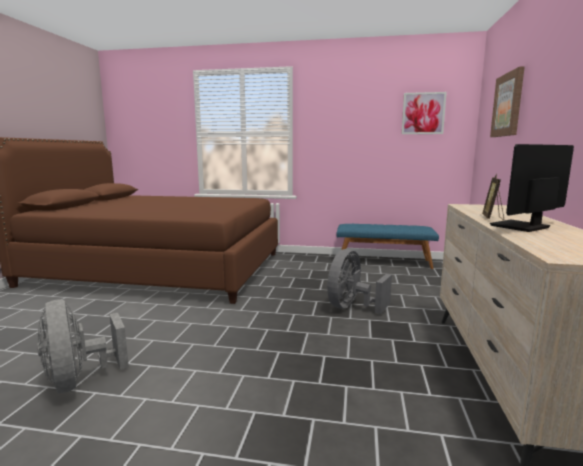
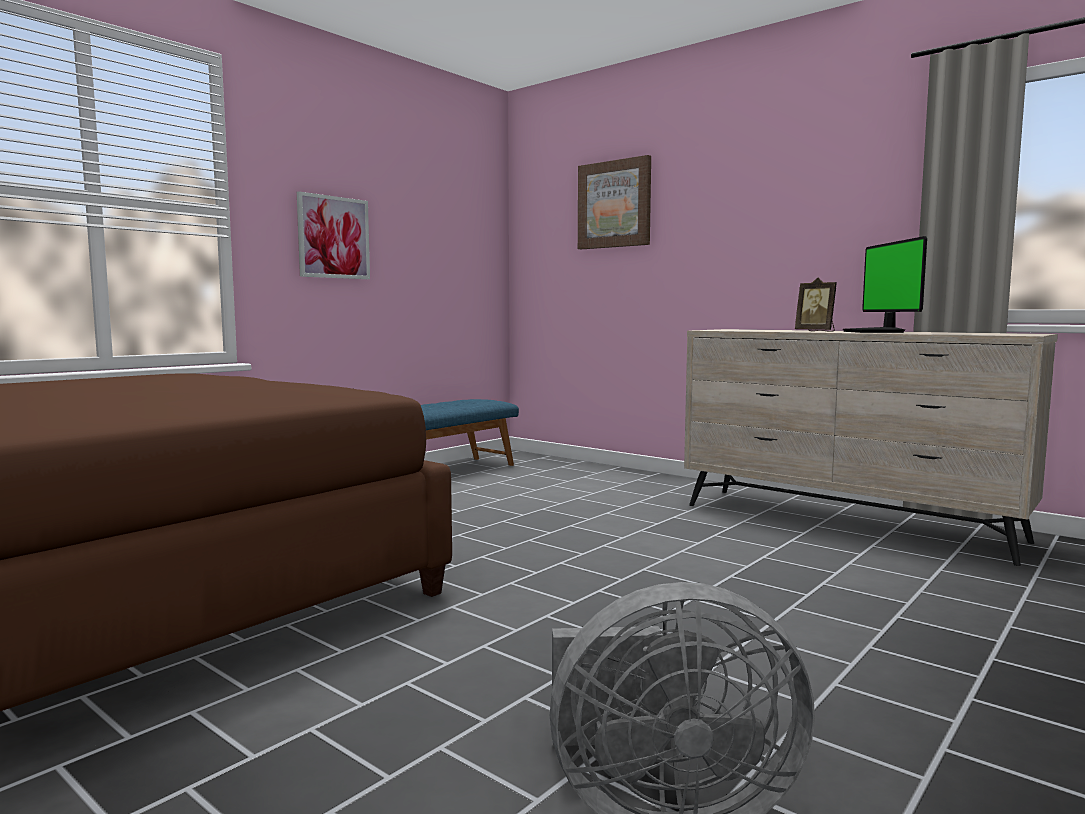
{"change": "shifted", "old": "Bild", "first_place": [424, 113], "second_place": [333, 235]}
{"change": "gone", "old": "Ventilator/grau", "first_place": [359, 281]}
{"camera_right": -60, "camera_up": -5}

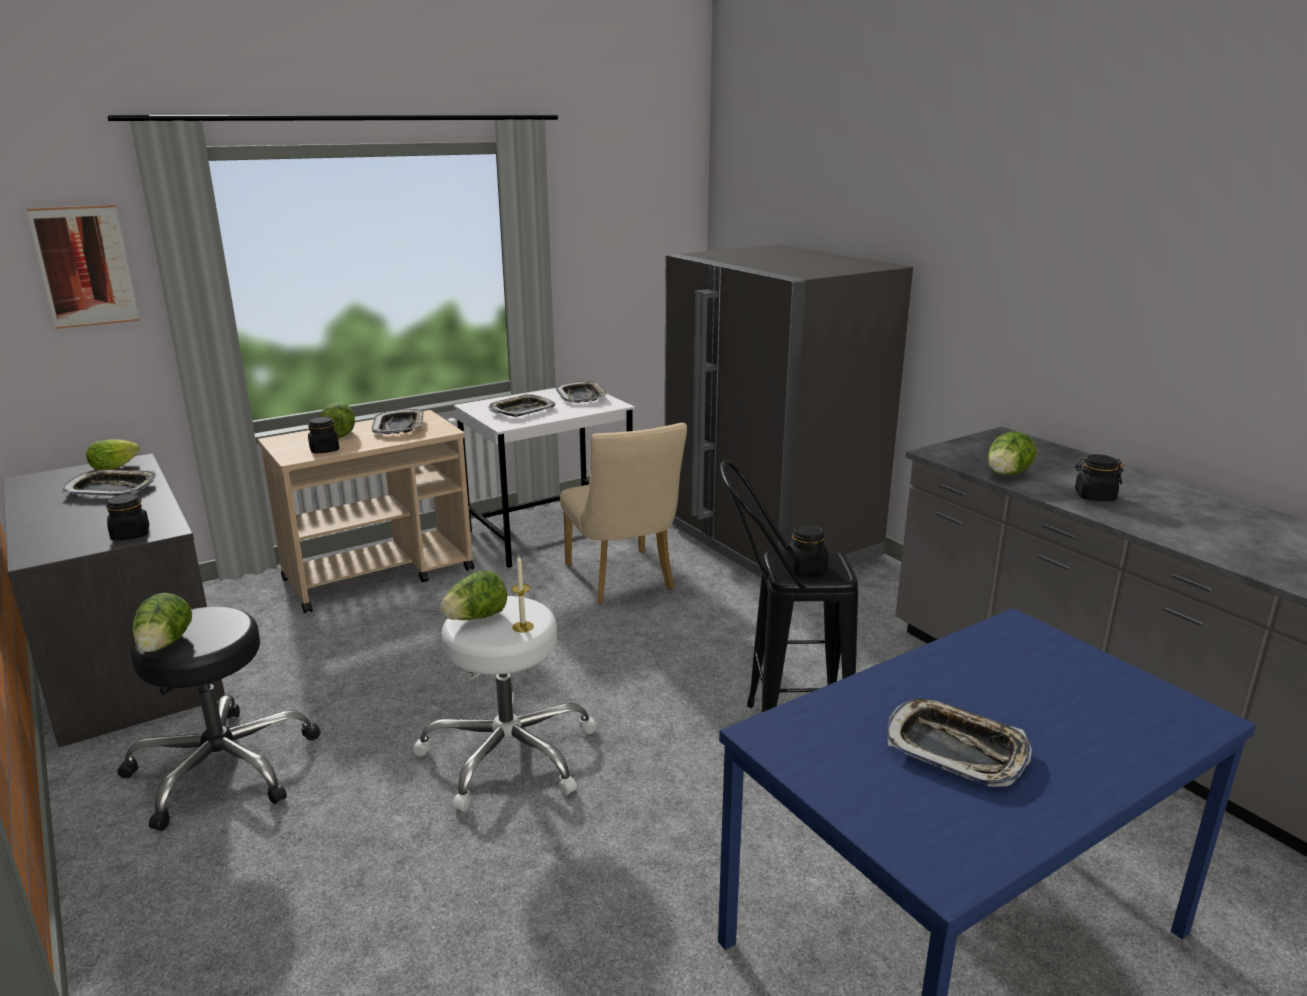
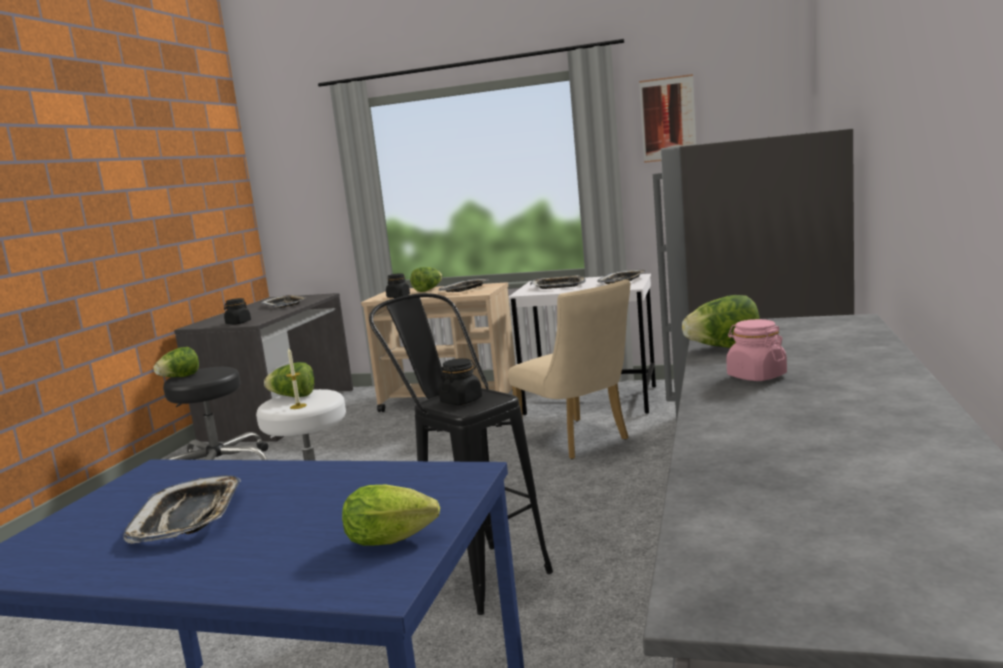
{"change": "shifted", "old": "Salatkopf", "first_place": [113, 454], "second_place": [391, 515]}
{"change": "rotated", "old": "Stuhl/beige", "first_place": [623, 513], "second_place": [569, 369], "degrees": -60}
{"change": "shifted", "old": "Bild", "first_place": [83, 267], "second_place": [667, 118]}
{"change": "repainted", "old": "Vorratsglas/schwarz", "new": "Vorratsglas/rosa", "first_place": [1099, 477], "second_place": [756, 350]}
{"camera_right": 50, "camera_up": -10}

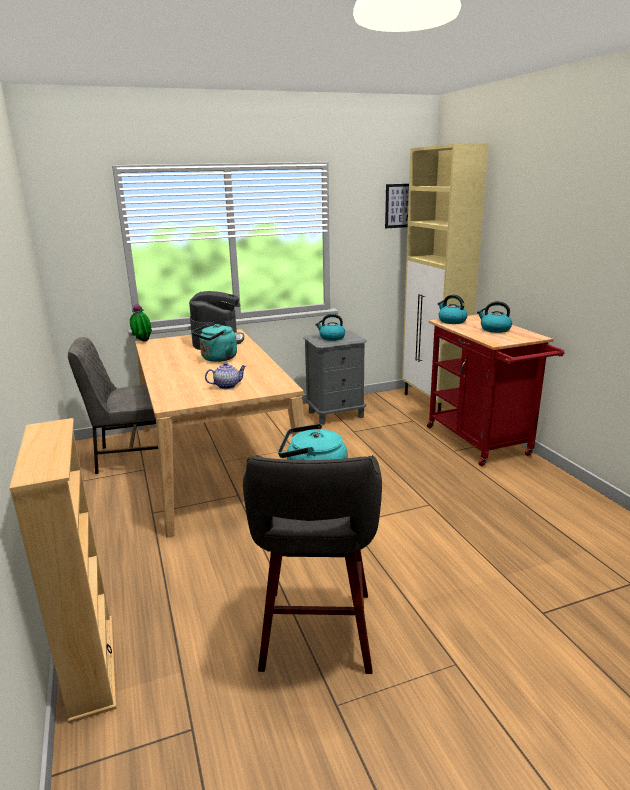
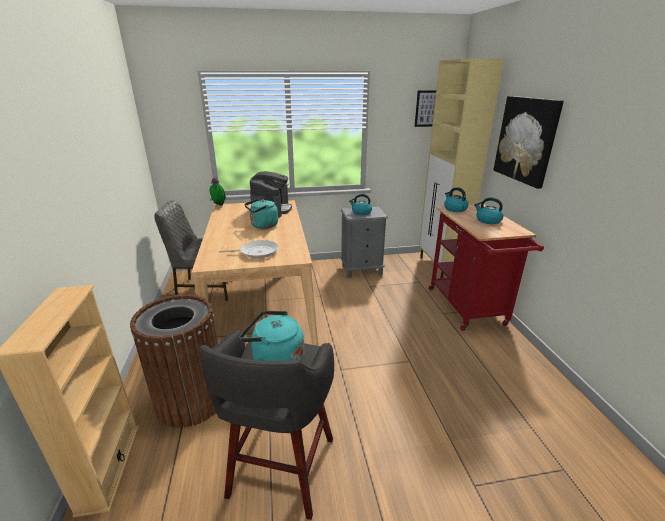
{"change": "new", "new": "Mülleimer/braun", "second_place": [174, 361]}
{"change": "swapped", "old": "Teekanne", "new": "Pfanne", "first_place": [225, 375], "second_place": [248, 249]}
{"change": "new", "new": "Bild", "second_place": [528, 142]}
{"camera_right": 10, "camera_up": 5}

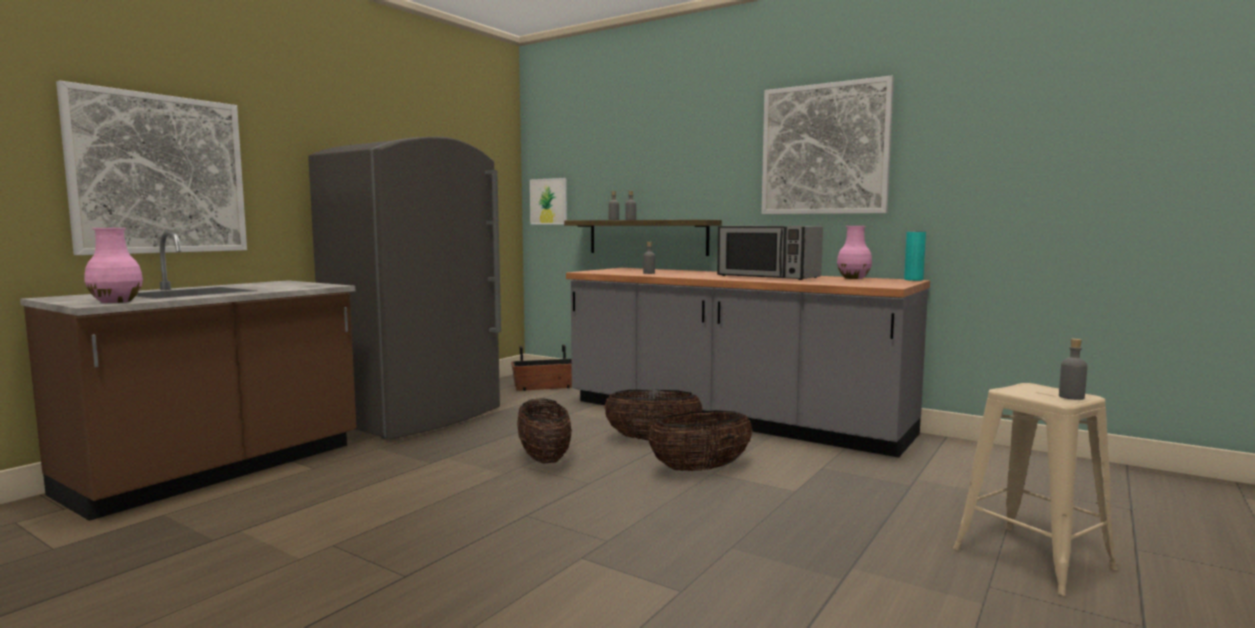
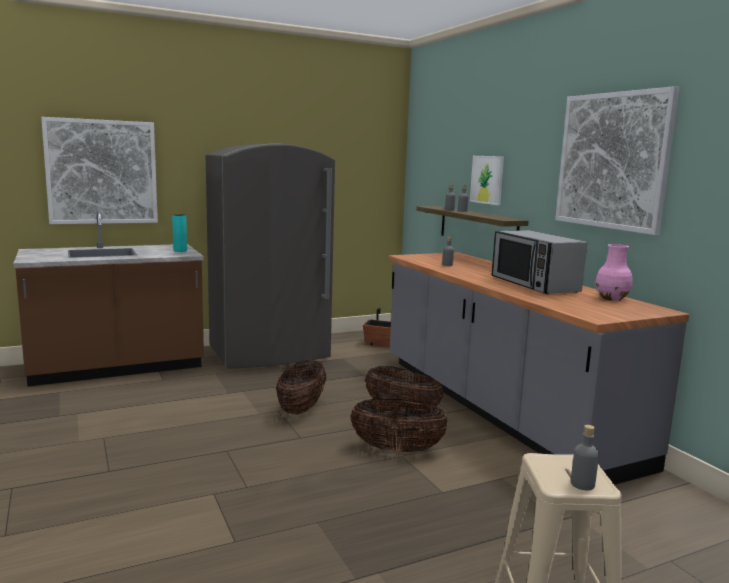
{"change": "shifted", "old": "Vase/türkis", "first_place": [915, 256], "second_place": [179, 233]}
{"change": "shifted", "old": "Bild", "first_place": [548, 201], "second_place": [487, 180]}
{"change": "gone", "old": "Vase/rosa", "first_place": [113, 265]}
{"camera_right": 30, "camera_up": 5}

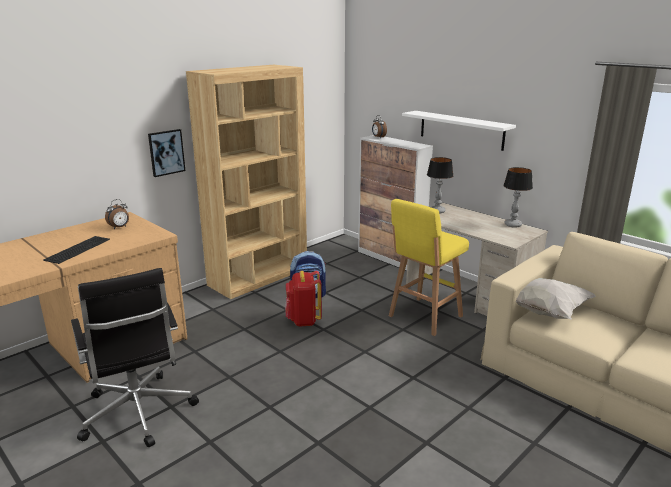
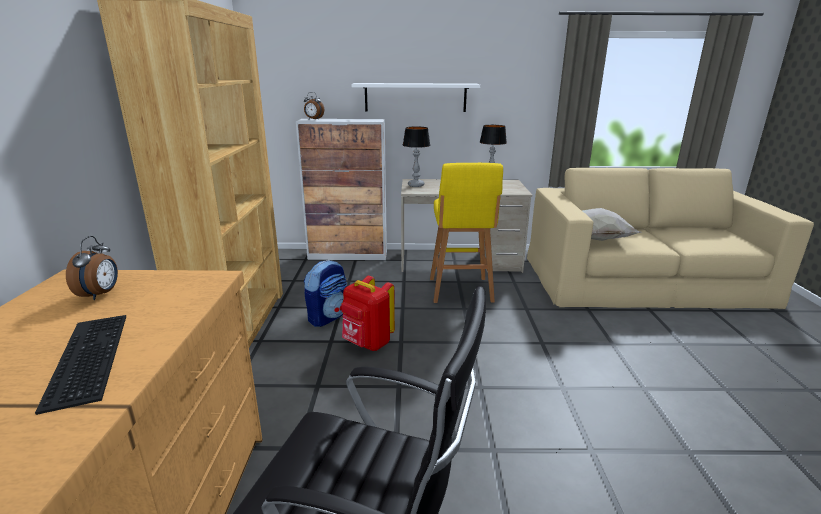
{"change": "gone", "old": "Bild", "first_place": [166, 153]}
{"camera_right": -45, "camera_up": 0}

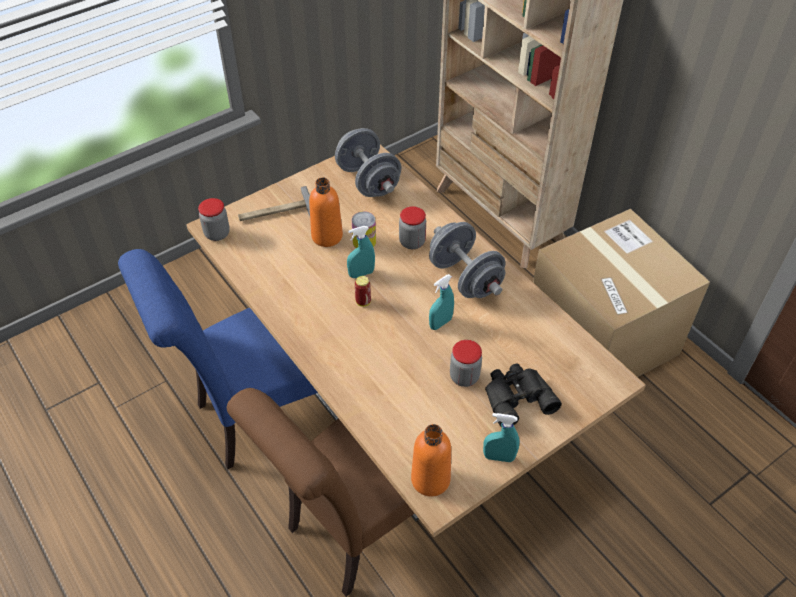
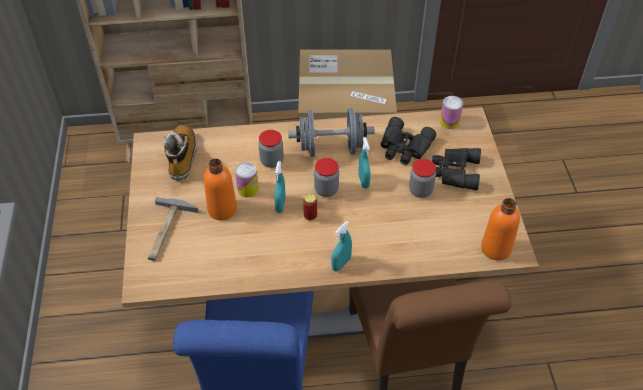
{"change": "swapped", "old": "Hantel/grau", "new": "Stiefel", "first_place": [368, 162], "second_place": [180, 153]}
{"change": "shifted", "old": "Vorratsglas", "first_place": [214, 219], "second_place": [326, 177]}
{"change": "shifted", "old": "Sprühflasche/türkis", "first_place": [501, 437], "second_place": [341, 246]}
{"change": "new", "new": "Fernglas/schwarz", "second_place": [408, 141]}
{"change": "new", "new": "Dose", "second_place": [451, 112]}
{"camera_right": -60, "camera_up": 0}

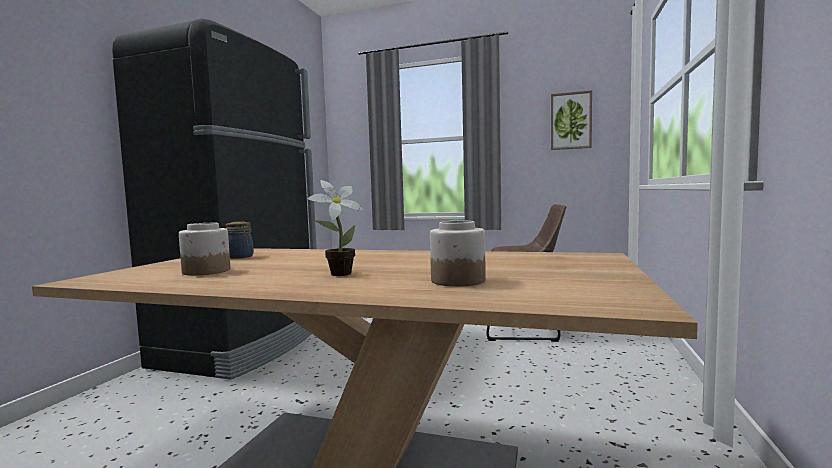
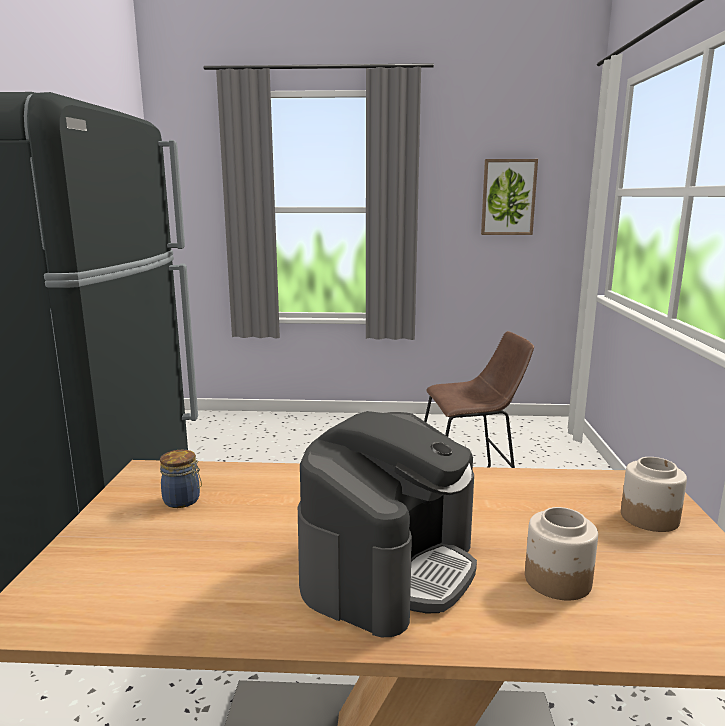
{"change": "swapped", "old": "Topfpflanze", "new": "Kaffeemaschine", "first_place": [335, 228], "second_place": [387, 524]}
{"change": "shifted", "old": "Vorratsglas", "first_place": [204, 249], "second_place": [654, 494]}
{"camera_right": -15, "camera_up": 10}

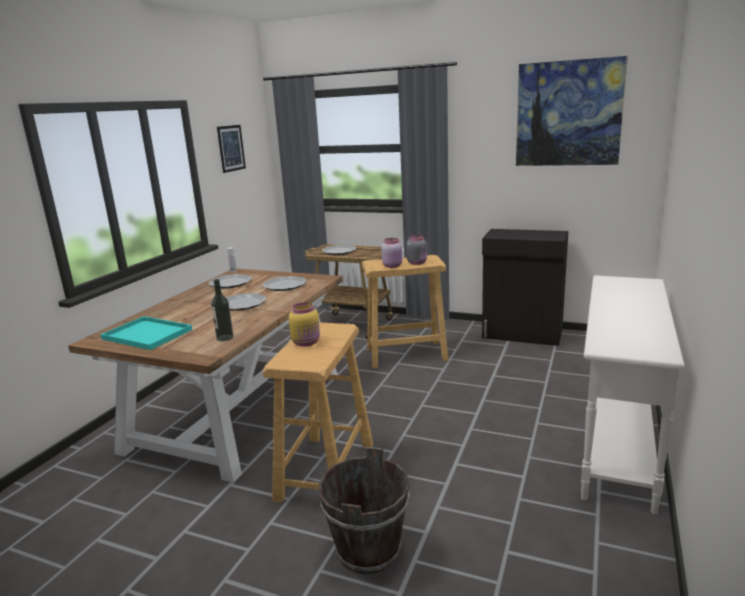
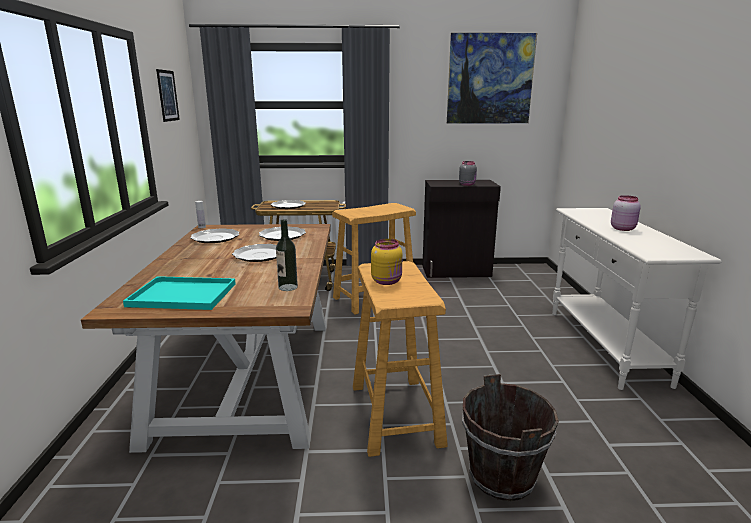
{"change": "shifted", "old": "Vorratsglas/grau", "first_place": [416, 250], "second_place": [468, 173]}
{"change": "shifted", "old": "Vorratsglas/rosa", "first_place": [391, 253], "second_place": [626, 213]}
{"camera_right": -25, "camera_up": 0}

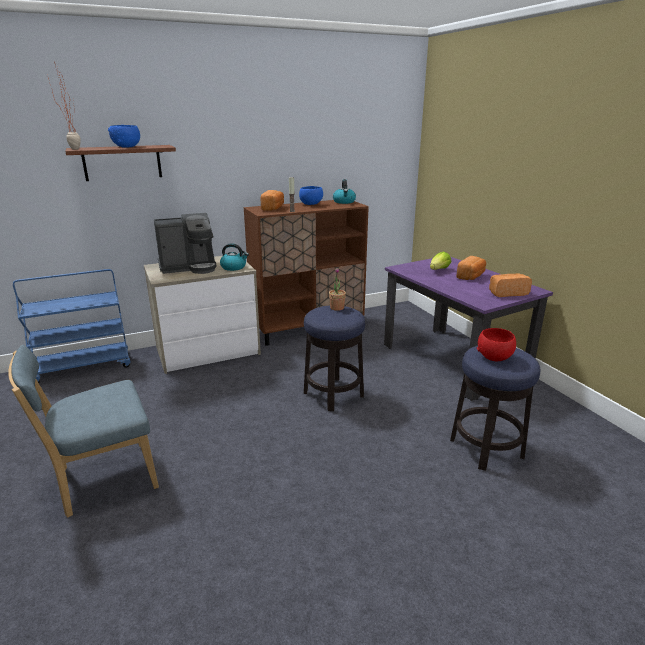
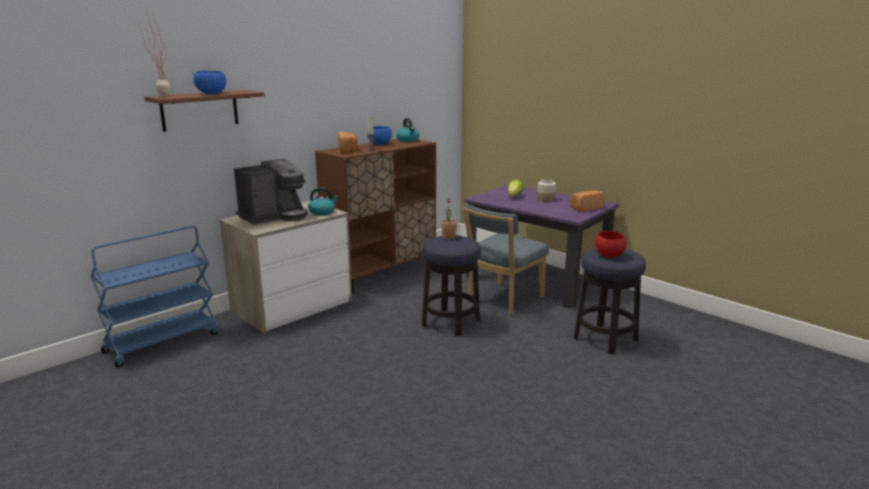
{"change": "shifted", "old": "Stuhl/blau", "first_place": [83, 431], "second_place": [506, 259]}
{"change": "swapped", "old": "Brot", "new": "Vorratsglas", "first_place": [471, 268], "second_place": [546, 190]}
{"camera_right": -20, "camera_up": -5}

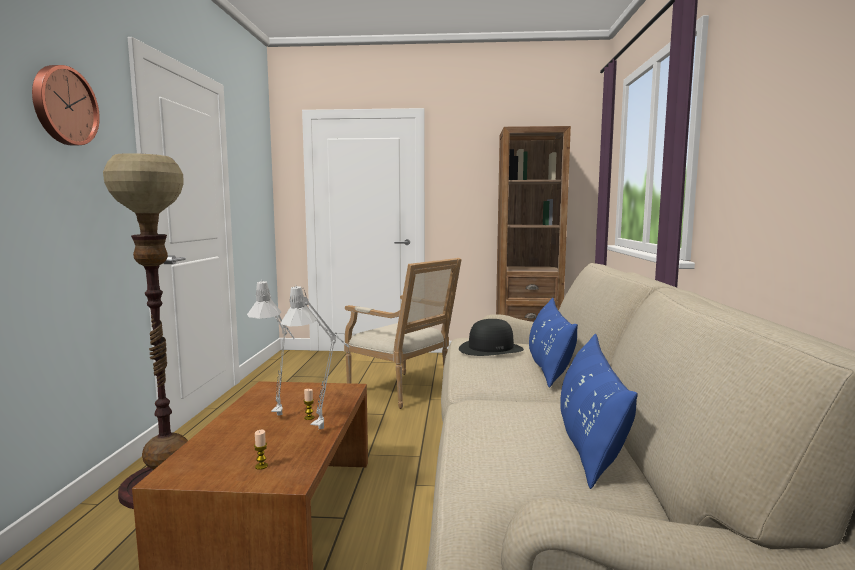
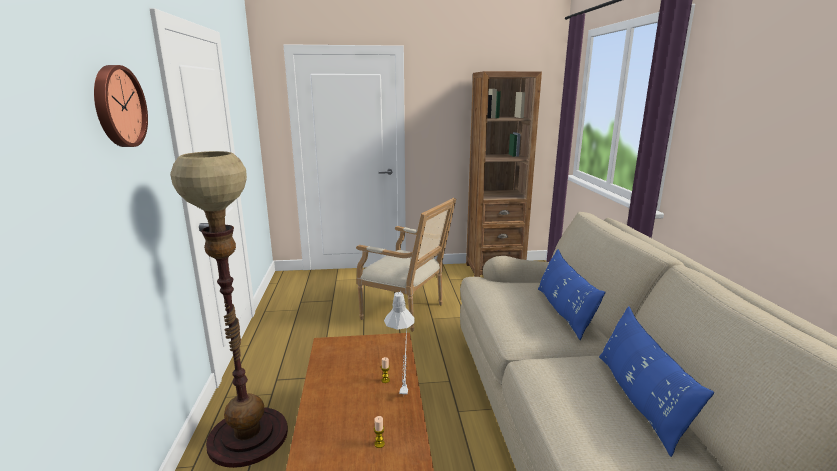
{"change": "gone", "old": "Tischlampe/grau", "first_place": [271, 350]}
{"change": "gone", "old": "Hut/schwarz", "first_place": [491, 337]}
{"camera_right": -10, "camera_up": 10}

